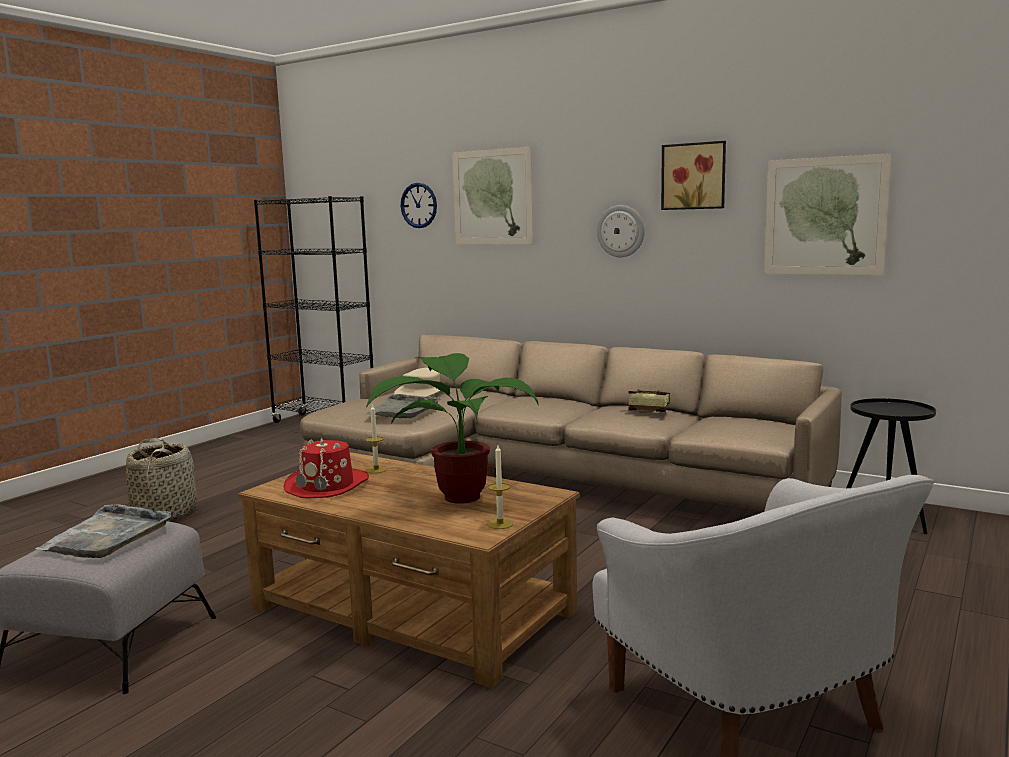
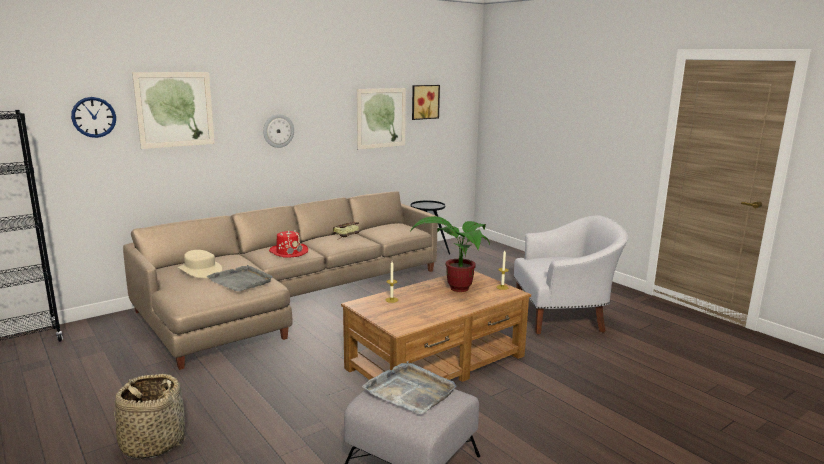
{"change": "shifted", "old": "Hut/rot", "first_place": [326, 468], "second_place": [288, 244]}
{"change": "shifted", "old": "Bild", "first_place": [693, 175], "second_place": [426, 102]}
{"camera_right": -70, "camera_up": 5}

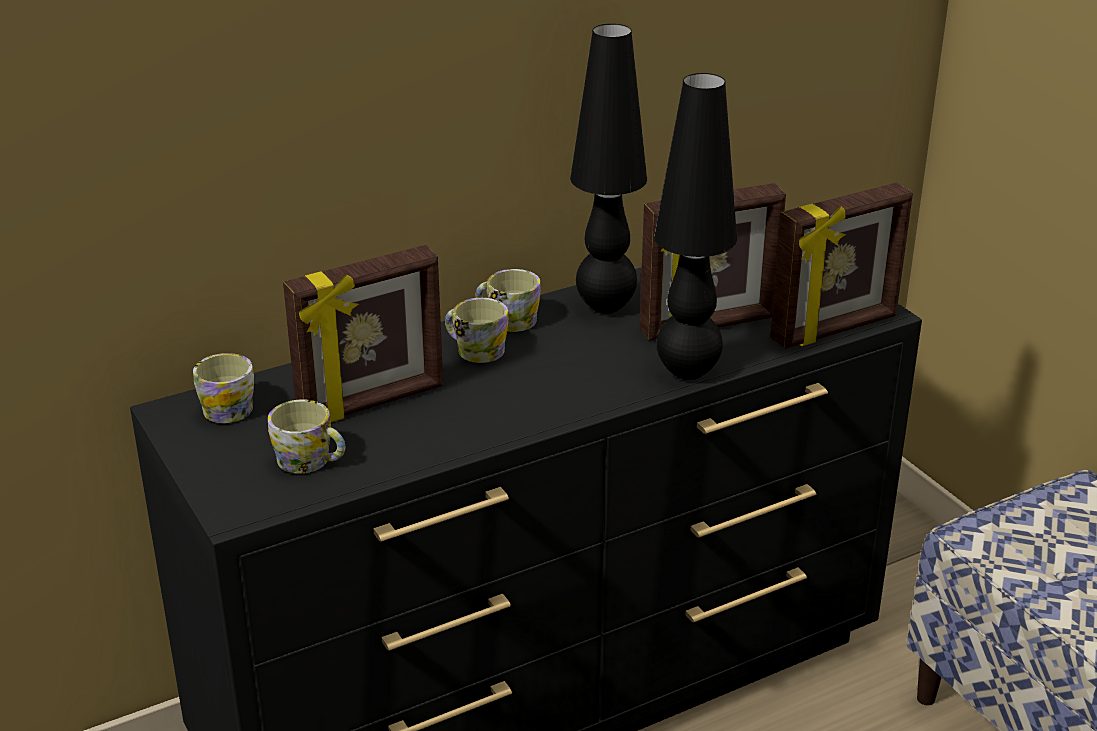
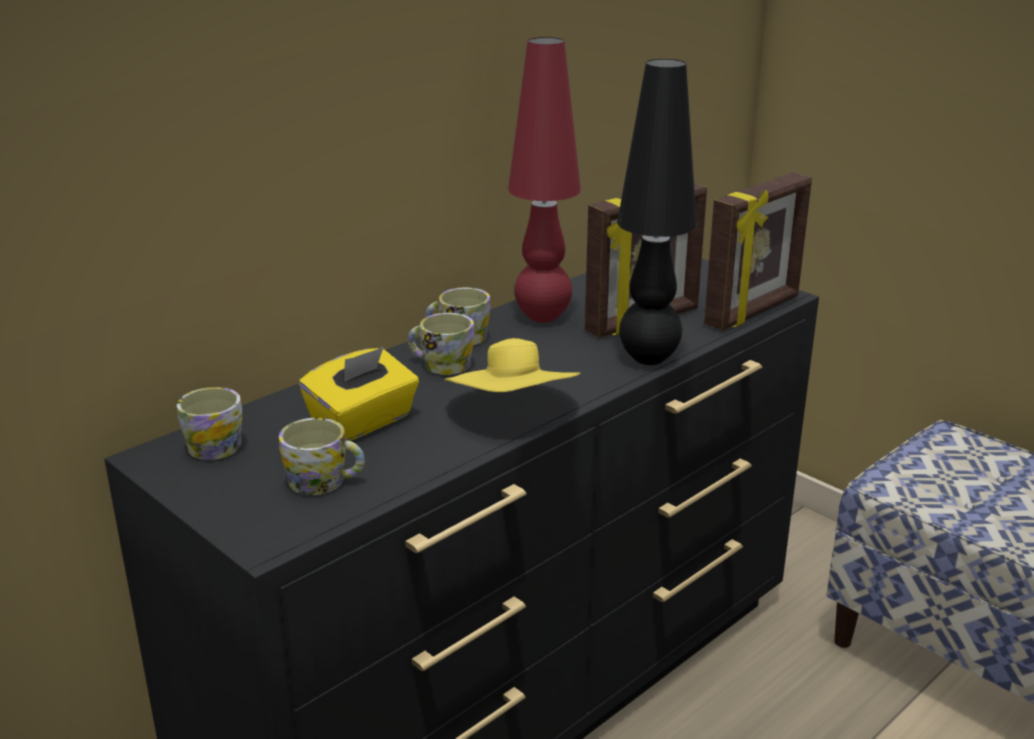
{"change": "swapped", "old": "Bilderrahmen", "new": "Taschentuchbox/gelb", "first_place": [363, 333], "second_place": [359, 394]}
{"change": "new", "new": "Hut/gelb", "second_place": [513, 365]}
{"change": "repainted", "old": "Tischlampe/schwarz", "new": "Tischlampe/rot", "first_place": [608, 169], "second_place": [544, 180]}
{"camera_right": -15, "camera_up": -5}

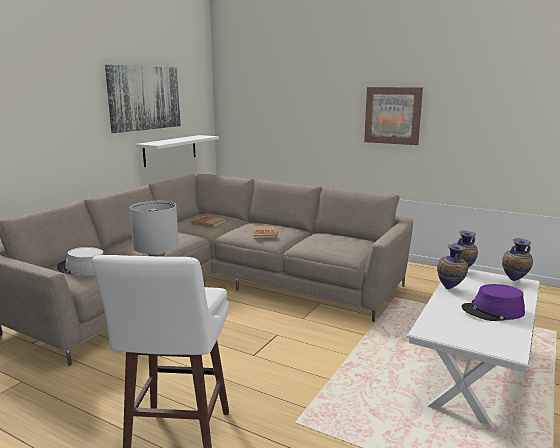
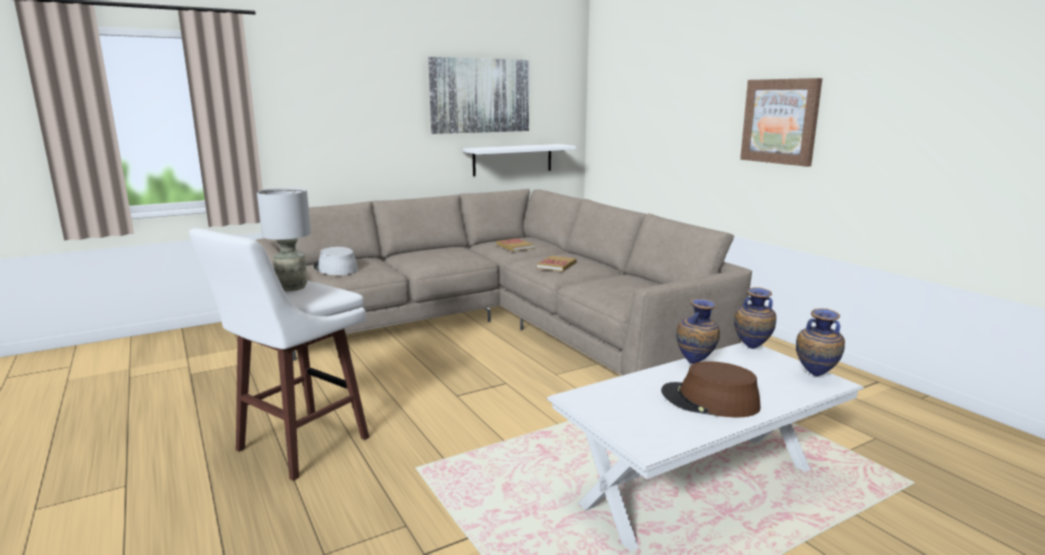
{"change": "repainted", "old": "Hut/lila", "new": "Hut/braun", "first_place": [493, 302], "second_place": [710, 389]}
{"camera_right": 30, "camera_up": 0}

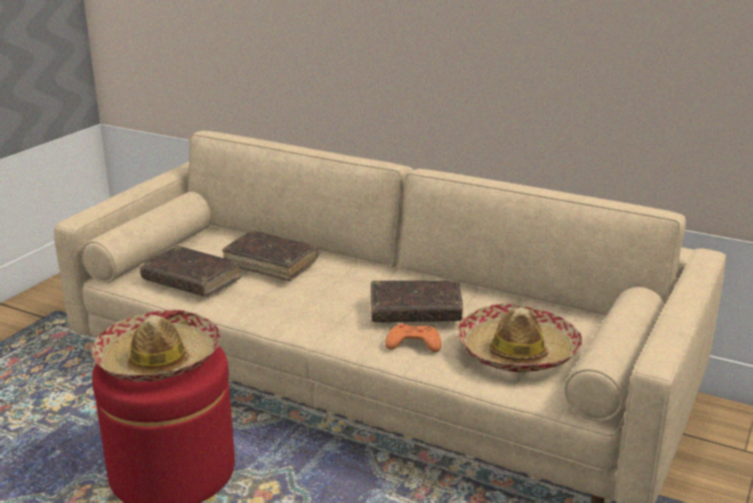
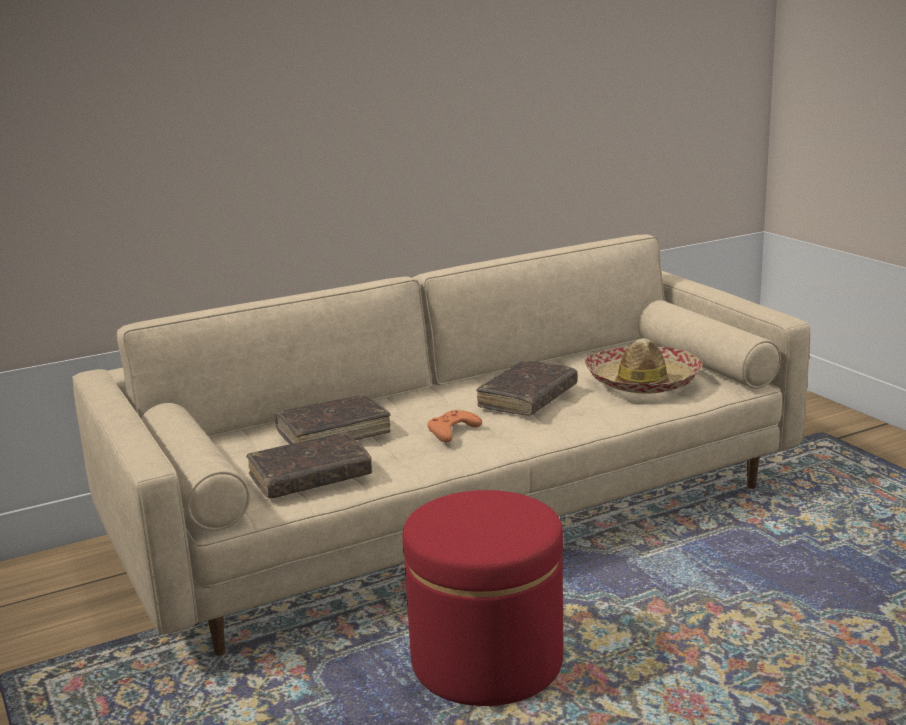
{"change": "shifted", "old": "Gamepad/orange", "first_place": [413, 338], "second_place": [454, 426]}
{"change": "gone", "old": "Hut", "first_place": [156, 346]}
{"camera_right": -55, "camera_up": -5}

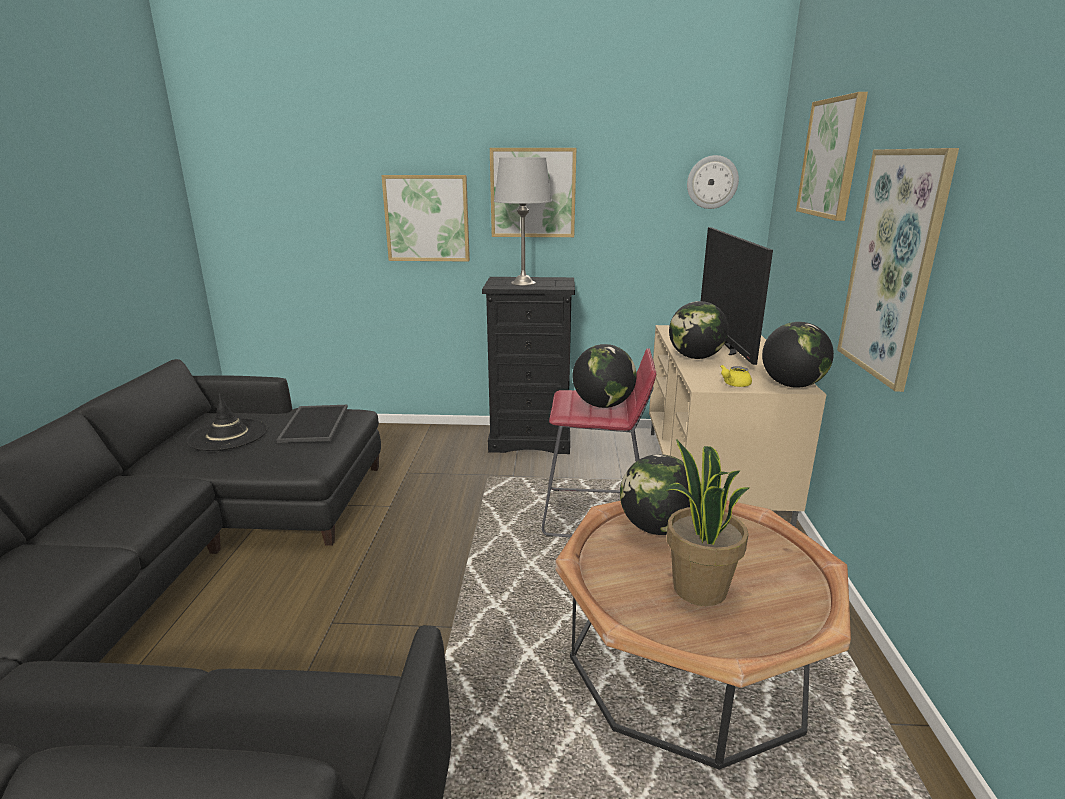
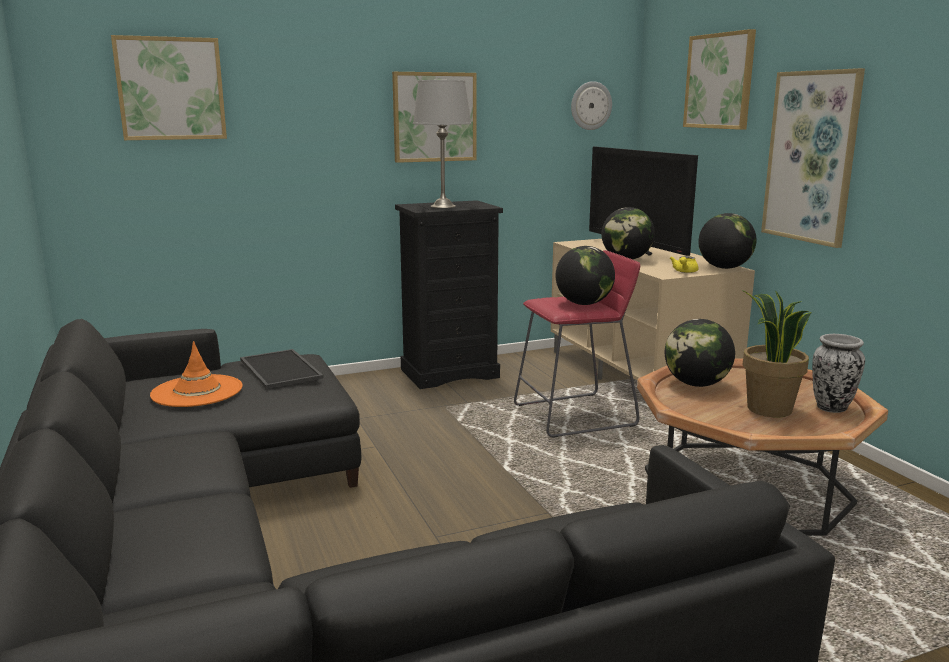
{"change": "shifted", "old": "Bild", "first_place": [425, 218], "second_place": [169, 87]}
{"change": "repainted", "old": "Hut/schwarz", "new": "Hut/orange", "first_place": [227, 422], "second_place": [196, 374]}
{"change": "new", "new": "Vase", "second_place": [838, 373]}
{"camera_right": -25, "camera_up": -5}

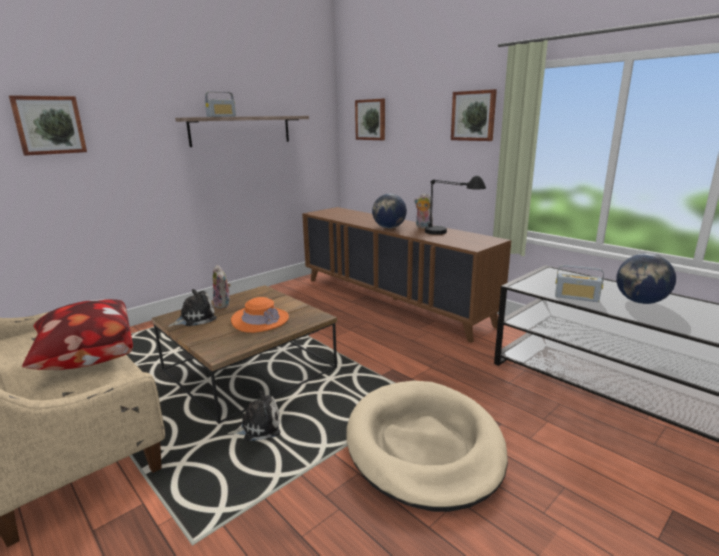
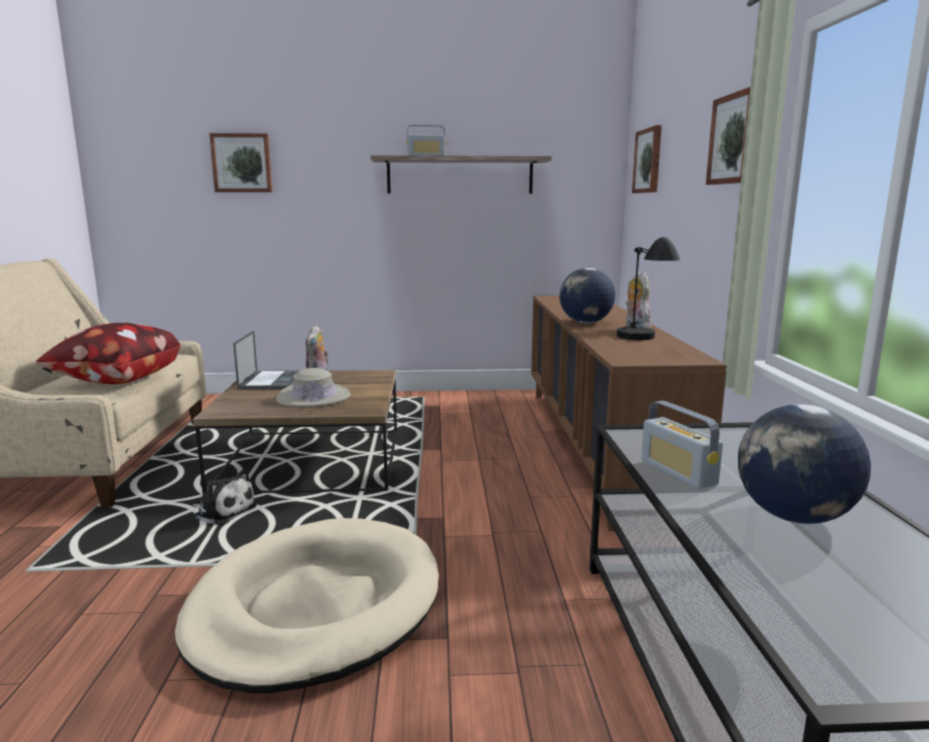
{"change": "swapped", "old": "Plüschtier", "new": "Laptop", "first_place": [192, 308], "second_place": [267, 360]}
{"change": "repainted", "old": "Hut/orange", "new": "Hut/beige", "first_place": [260, 315], "second_place": [313, 387]}
{"camera_right": 40, "camera_up": -5}

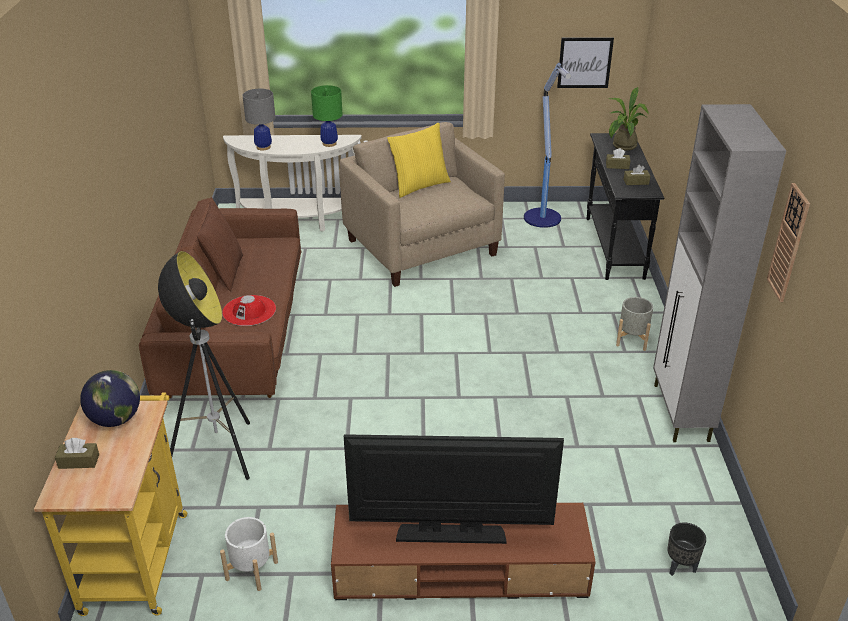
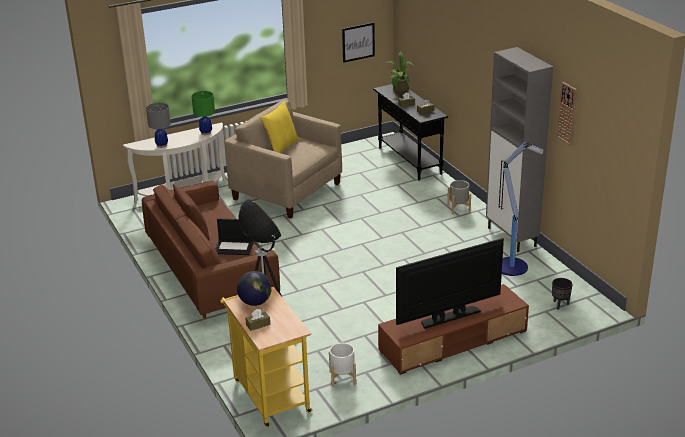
{"change": "swapped", "old": "Hut/rot", "new": "Laptop", "first_place": [249, 310], "second_place": [234, 236]}
{"change": "shifted", "old": "Stehlampe", "first_place": [548, 145], "second_place": [523, 208]}
{"camera_right": -25, "camera_up": -5}

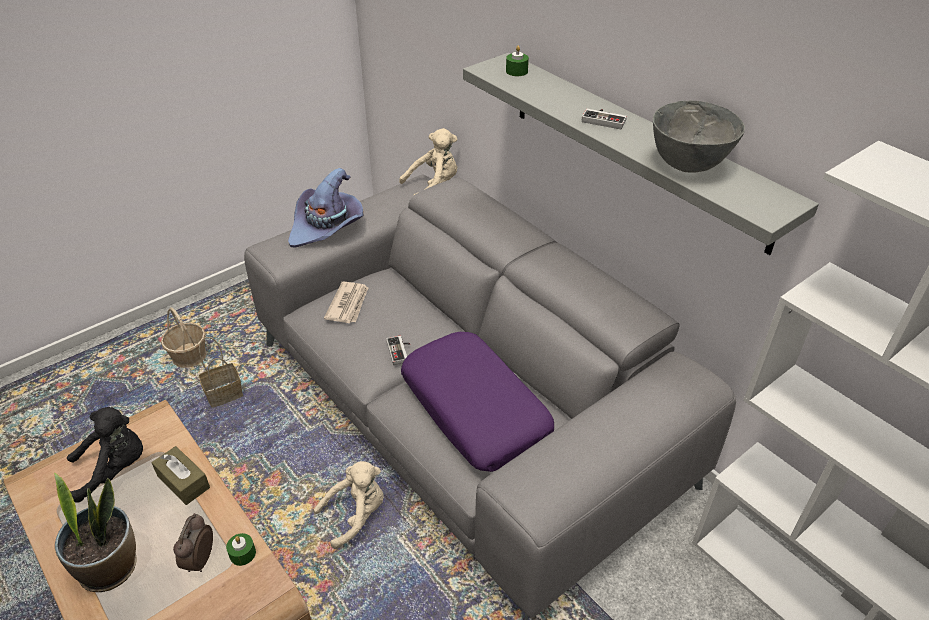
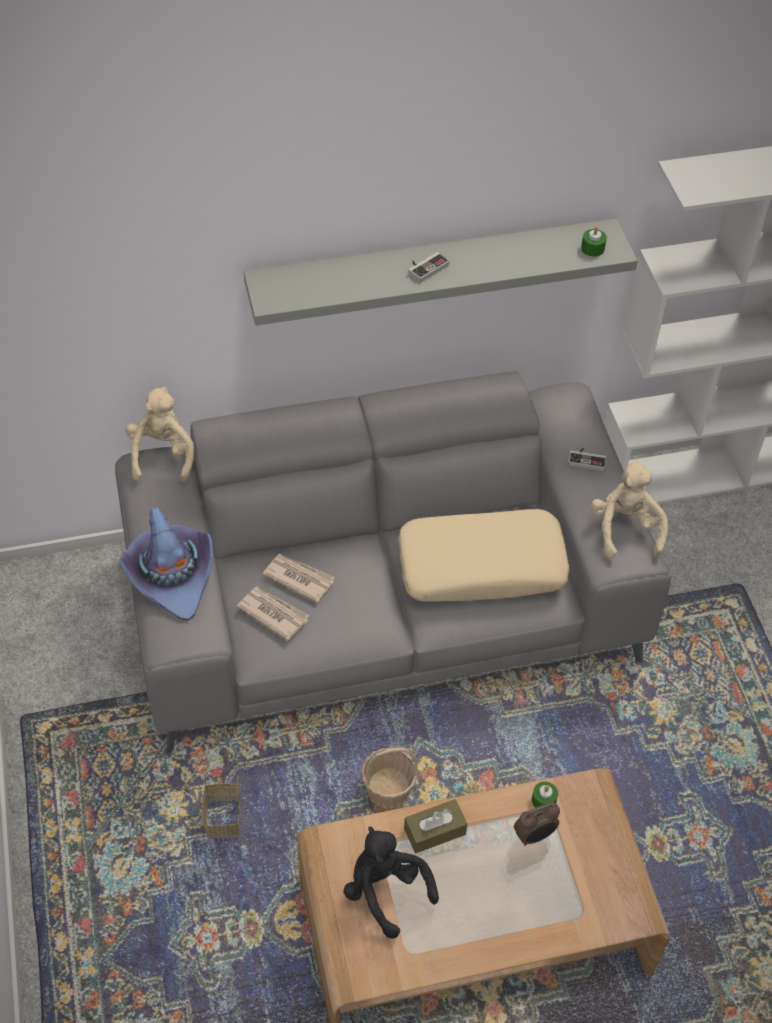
{"change": "new", "new": "Zeitung", "second_place": [298, 578]}
{"change": "rotated", "old": "Plüschtier/schwarz", "first_place": [105, 455], "second_place": [391, 882], "degrees": -45}
{"change": "shifted", "old": "Korb", "first_place": [184, 337], "second_place": [389, 778]}
{"change": "repainted", "old": "Kissen/lila", "new": "Kissen/beige", "first_place": [477, 402], "second_place": [484, 555]}
{"change": "rotated", "old": "Wecker", "first_place": [193, 542], "second_place": [537, 824], "degrees": -60}
{"change": "shifted", "old": "Gamepad", "first_place": [398, 350], "second_place": [587, 459]}
{"change": "shifted", "old": "Kerze/grün", "first_place": [517, 61], "second_place": [594, 242]}
{"change": "shifted", "old": "Plüschtier/beige", "first_place": [349, 505], "second_place": [629, 509]}
{"change": "gone", "old": "Topfpflanze", "first_place": [95, 532]}
{"change": "gone", "old": "Schüssel/grau", "first_place": [699, 137]}
{"camera_right": -65, "camera_up": 10}

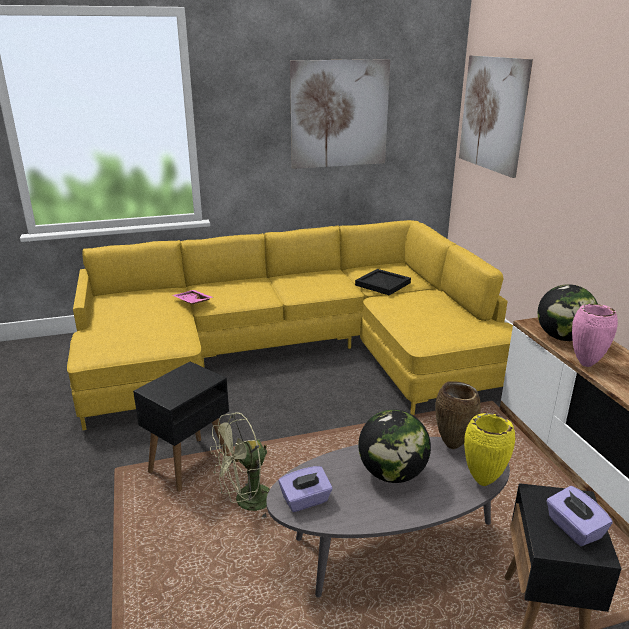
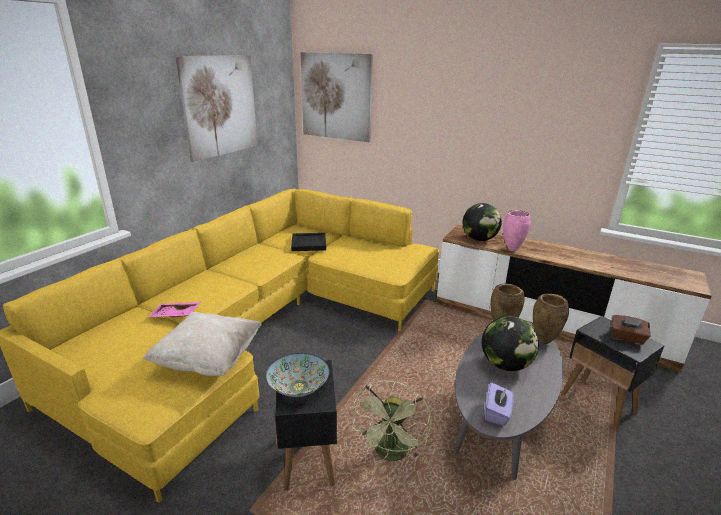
{"change": "new", "new": "Kissen/beige", "second_place": [202, 344]}
{"change": "new", "new": "Schüssel", "second_place": [297, 375]}
{"change": "repainted", "old": "Vase/gelb", "new": "Vase/braun", "first_place": [489, 449], "second_place": [551, 319]}
{"change": "repainted", "old": "Taschentuchbox/lila", "new": "Taschentuchbox/braun", "first_place": [579, 516], "second_place": [631, 330]}
{"camera_right": -45, "camera_up": 0}

